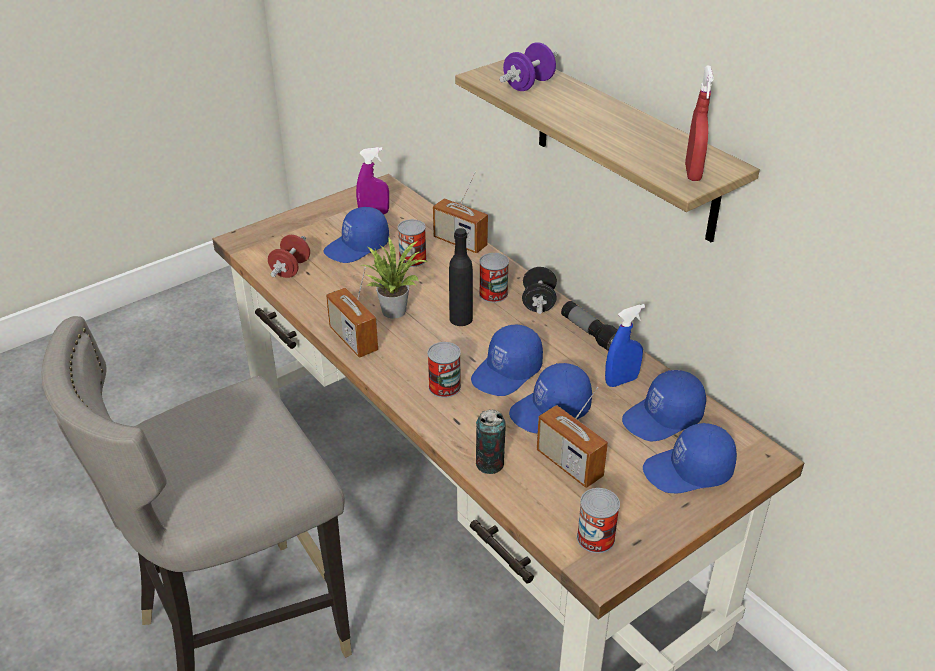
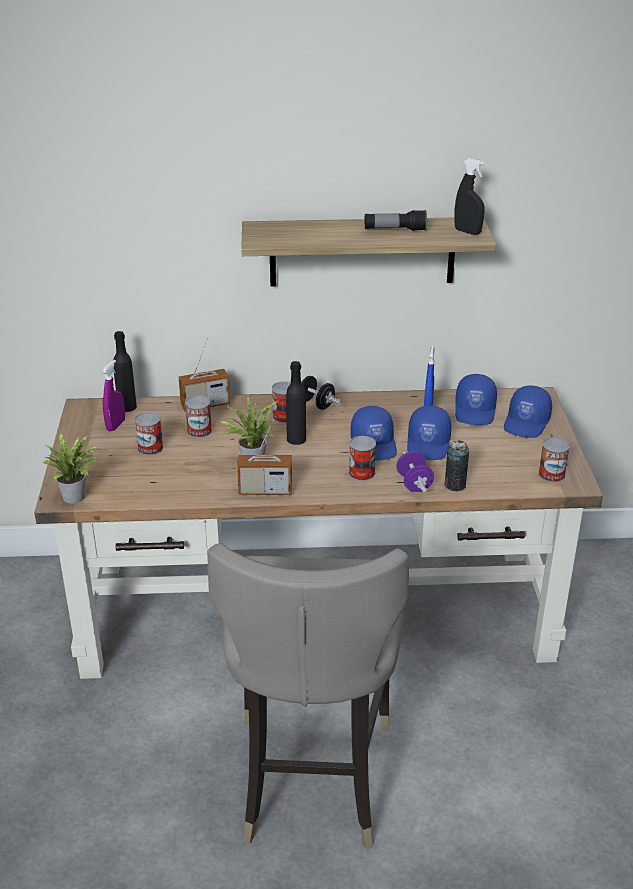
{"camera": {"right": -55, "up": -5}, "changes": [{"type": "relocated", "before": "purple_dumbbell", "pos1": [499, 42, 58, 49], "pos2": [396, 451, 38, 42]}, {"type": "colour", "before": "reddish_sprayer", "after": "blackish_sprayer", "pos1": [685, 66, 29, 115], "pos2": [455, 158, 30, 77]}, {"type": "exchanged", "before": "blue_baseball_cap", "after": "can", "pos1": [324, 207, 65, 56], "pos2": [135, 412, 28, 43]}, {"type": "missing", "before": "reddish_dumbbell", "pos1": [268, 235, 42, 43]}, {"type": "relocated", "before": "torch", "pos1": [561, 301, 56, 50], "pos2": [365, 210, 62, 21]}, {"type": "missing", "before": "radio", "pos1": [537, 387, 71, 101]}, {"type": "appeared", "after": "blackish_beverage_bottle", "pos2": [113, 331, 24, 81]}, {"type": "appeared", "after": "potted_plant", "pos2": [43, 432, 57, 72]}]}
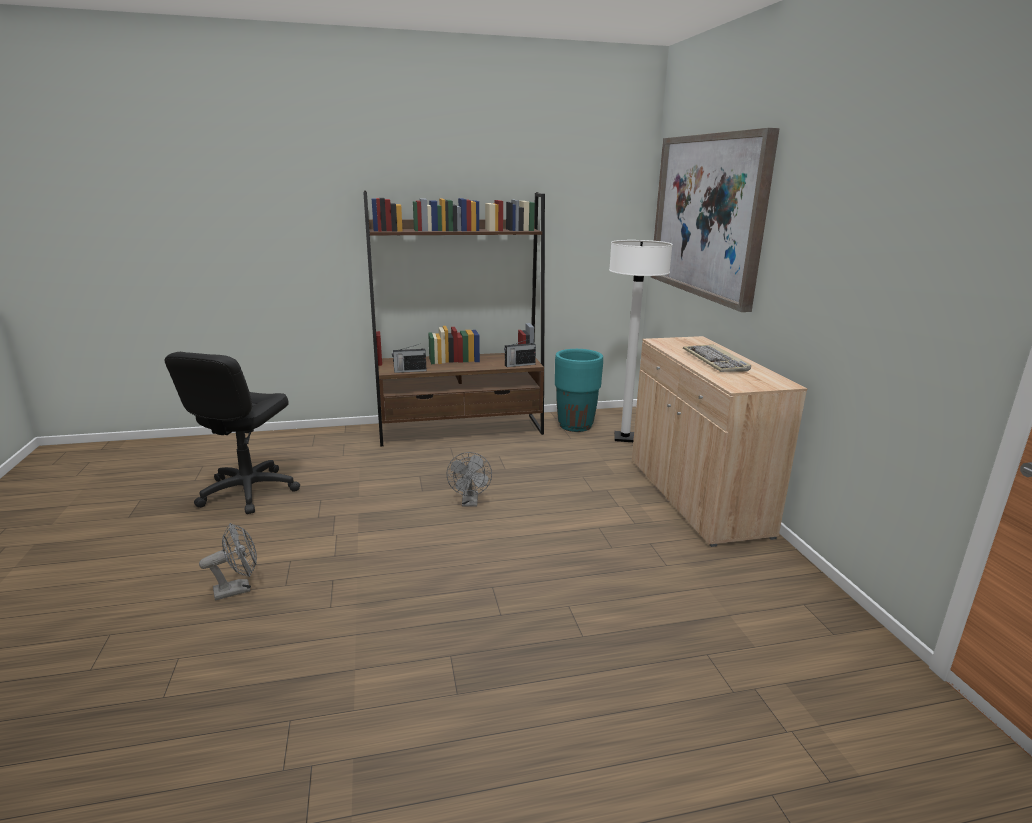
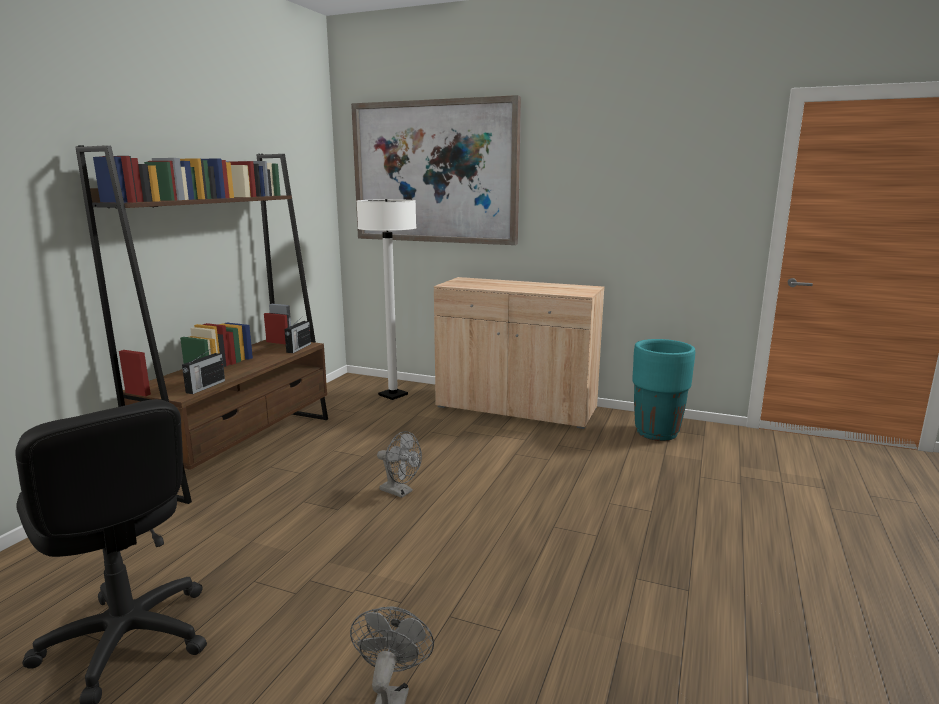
{"camera": {"right": -55, "up": -5}, "changes": [{"type": "missing", "before": "computer_keyboard", "pos1": [683, 344, 68, 28]}, {"type": "relocated", "before": "turquoise-coloured_plant_pot", "pos1": [555, 349, 48, 83], "pos2": [632, 339, 63, 102]}]}
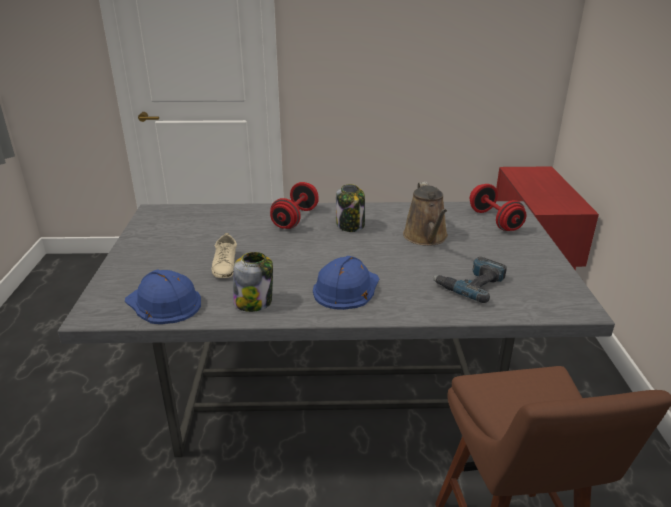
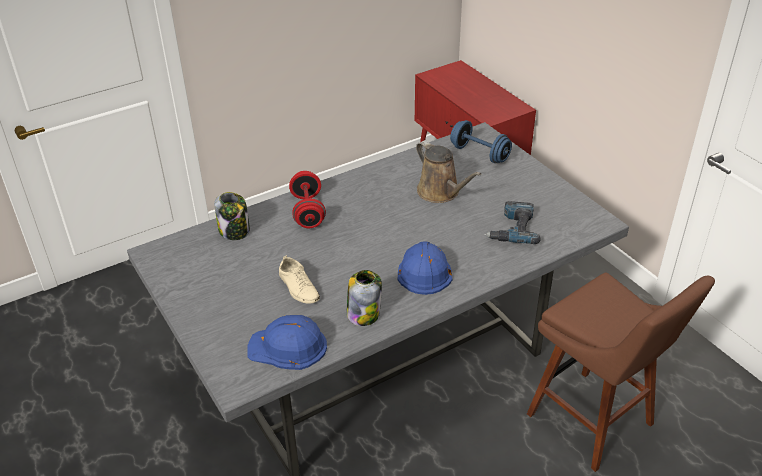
{"camera": {"right": -30, "up": 10}, "changes": [{"type": "relocated", "before": "jar", "pos1": [336, 184, 29, 48], "pos2": [214, 192, 36, 48]}, {"type": "colour", "before": "reddish_dumbbell", "after": "blue_dumbbell", "pos1": [470, 184, 56, 47], "pos2": [450, 120, 62, 43]}]}
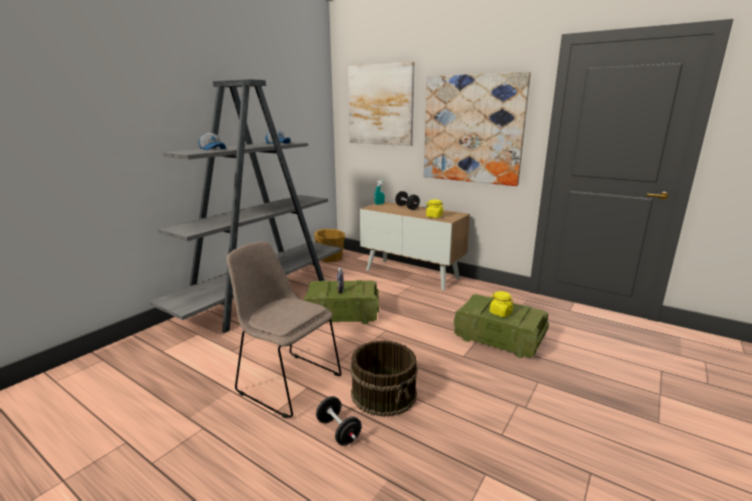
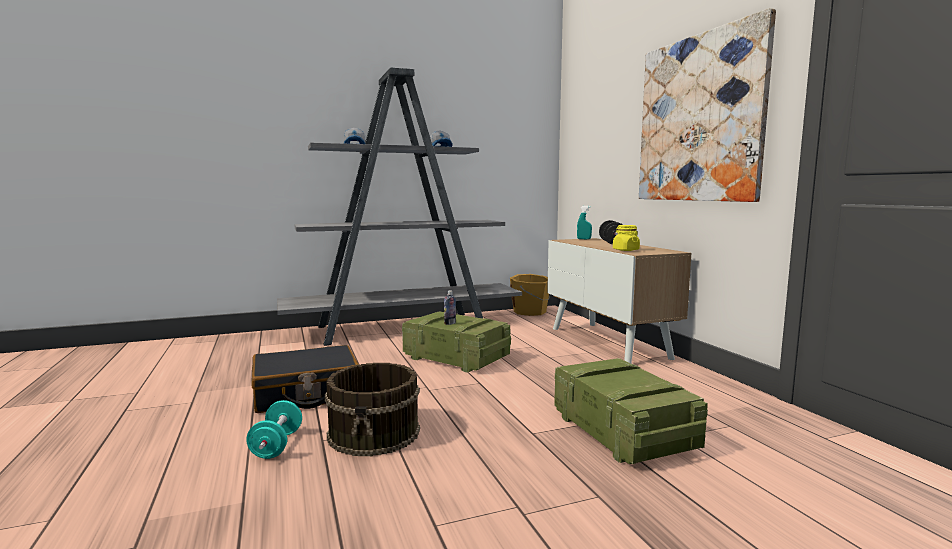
{"camera": {"right": 35, "up": -10}, "changes": [{"type": "missing", "before": "wall_art", "pos1": [348, 62, 67, 84]}, {"type": "exchanged", "before": "sand-coloured_upright_chair", "after": "blackish_travel_case", "pos1": [227, 242, 114, 176], "pos2": [252, 345, 107, 68]}, {"type": "missing", "before": "yellow_jar", "pos1": [489, 291, 24, 26]}, {"type": "colour", "before": "blackish_dumbbell", "after": "turquoise-coloured_dumbbell", "pos1": [316, 396, 46, 50], "pos2": [246, 400, 56, 59]}]}
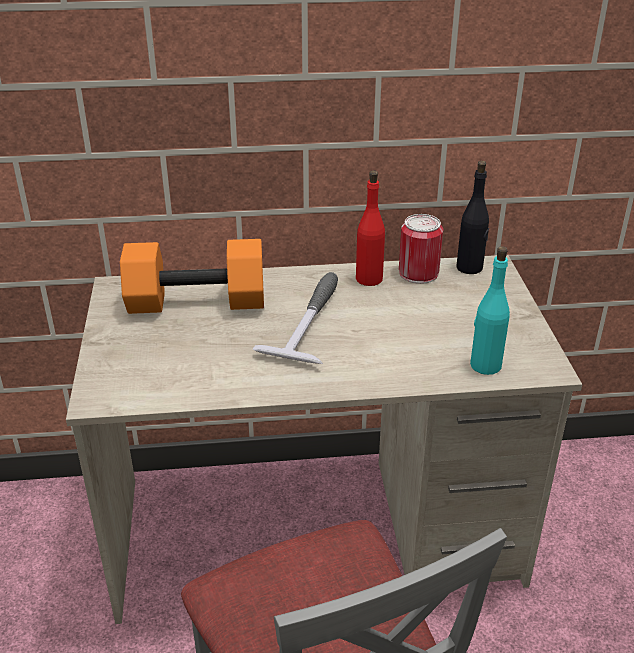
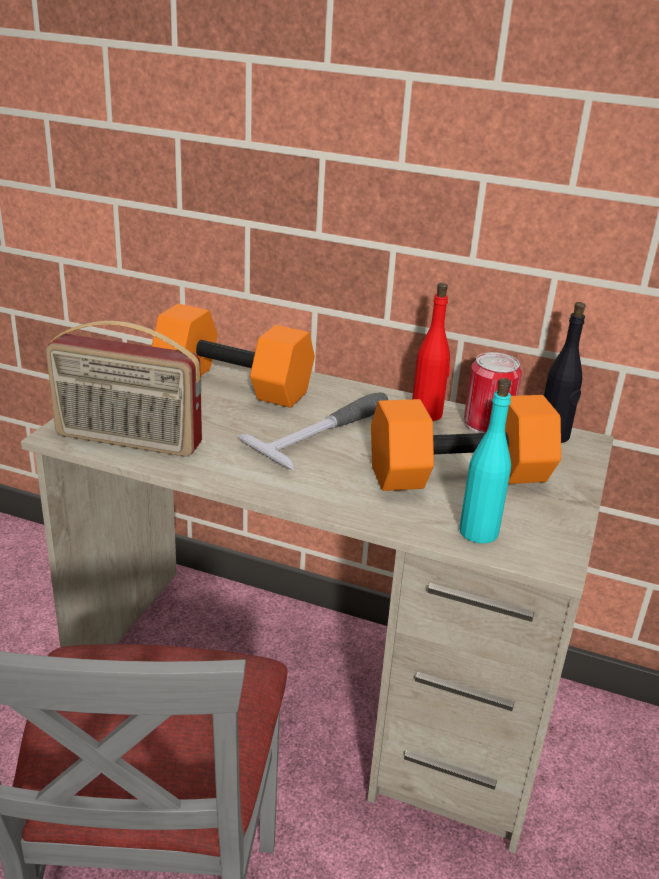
{"camera": {"right": 25, "up": -5}, "changes": [{"type": "appeared", "after": "radio", "pos2": [46, 321, 156, 136]}, {"type": "appeared", "after": "orange_dumbbell", "pos2": [371, 395, 190, 96]}]}
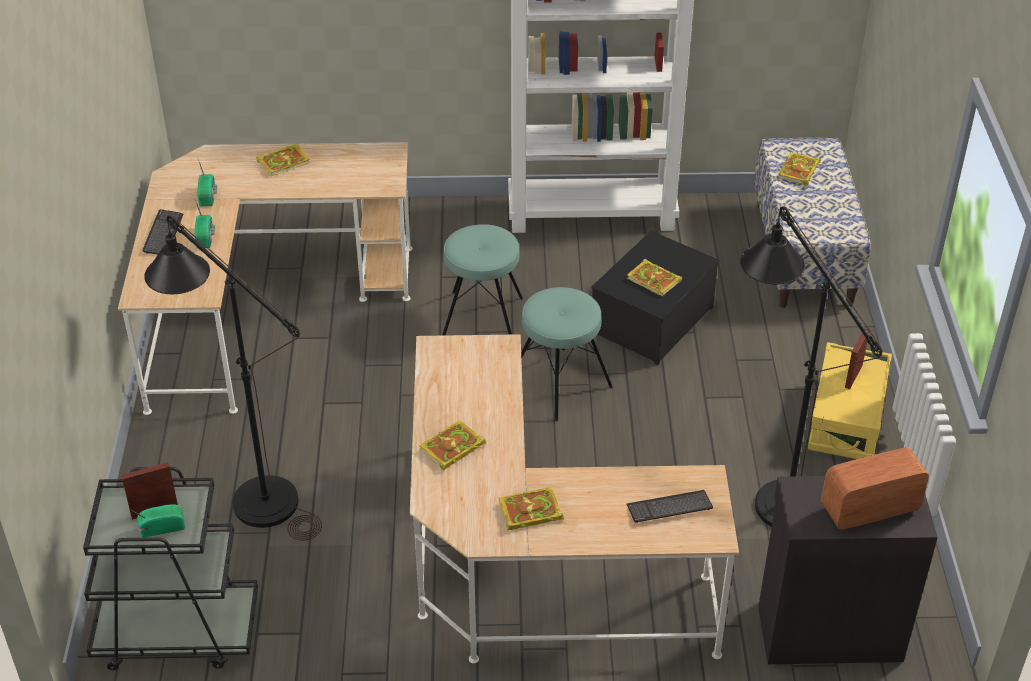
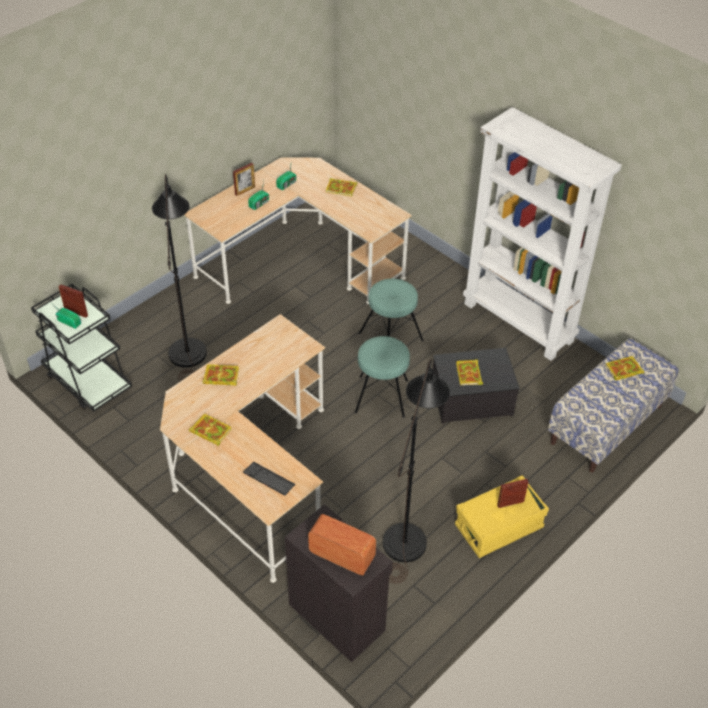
{"camera": {"right": 45, "up": 5}, "changes": [{"type": "exchanged", "before": "computer_keyboard", "after": "photo_frame", "pos1": [142, 209, 42, 46], "pos2": [233, 163, 22, 33]}]}
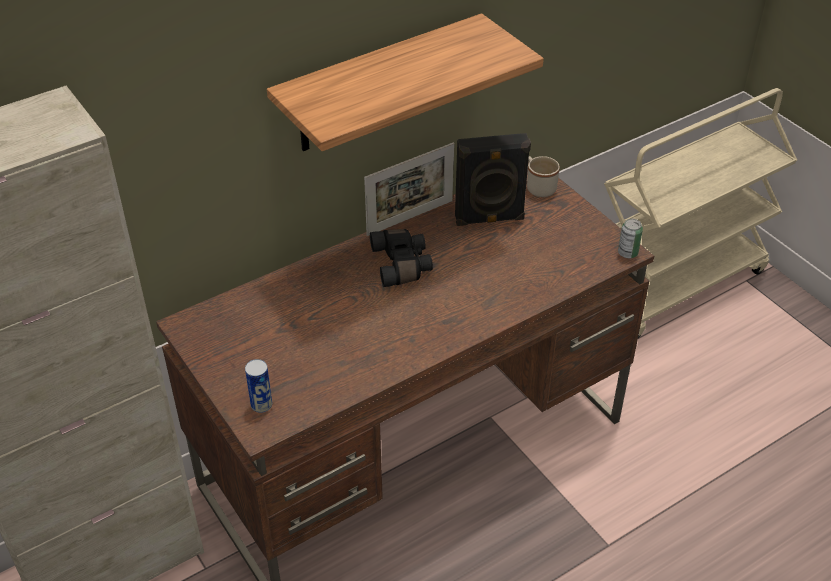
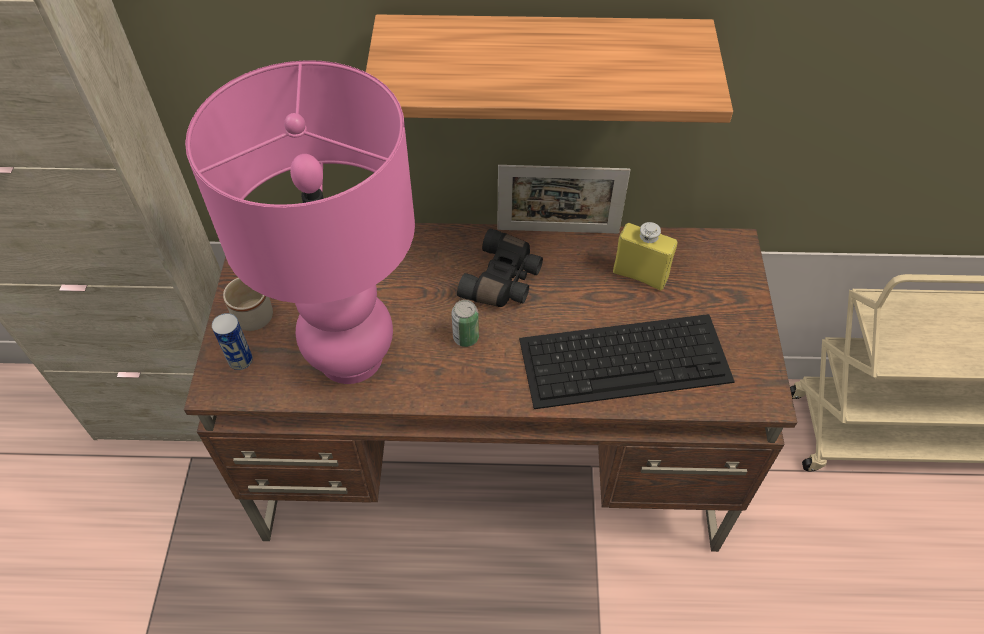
{"camera": {"right": 35, "up": 10}, "changes": [{"type": "exchanged", "before": "blackish_audio_speaker", "after": "yellow_beverage_bottle", "pos1": [455, 133, 76, 93], "pos2": [613, 222, 64, 68]}, {"type": "relocated", "before": "sand-coloured_tea_mug", "pos1": [527, 156, 33, 41], "pos2": [223, 278, 50, 53]}, {"type": "relocated", "before": "can", "pos1": [618, 219, 25, 39], "pos2": [452, 300, 27, 47]}, {"type": "appeared", "after": "pinkish_lamp_for_a_table", "pos2": [185, 60, 230, 324]}, {"type": "appeared", "after": "computer_keyboard", "pos2": [519, 314, 216, 95]}]}
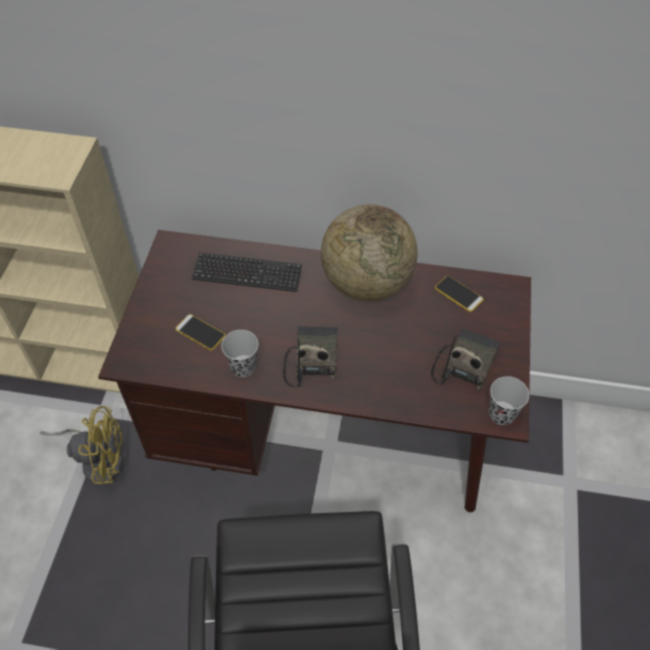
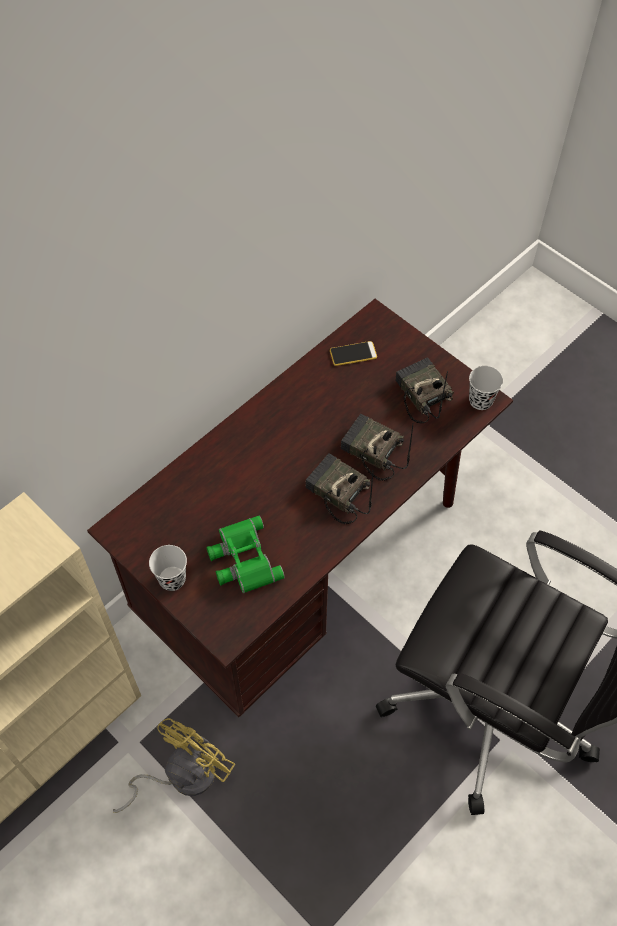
{"camera": {"right": -55, "up": 5}, "changes": [{"type": "missing", "before": "desk_globe", "pos1": [321, 204, 97, 97]}, {"type": "missing", "before": "computer_keyboard", "pos1": [192, 252, 110, 40]}, {"type": "exchanged", "before": "telephone", "after": "green_pair_of_binoculars", "pos1": [175, 314, 51, 37], "pos2": [207, 516, 78, 77]}, {"type": "relocated", "before": "blackish_drinking_cup", "pos1": [221, 330, 37, 47], "pos2": [149, 545, 38, 46]}, {"type": "appeared", "after": "radio", "pos2": [341, 414, 72, 67]}]}
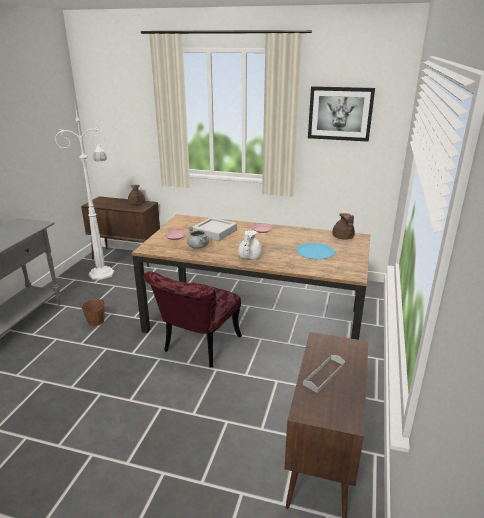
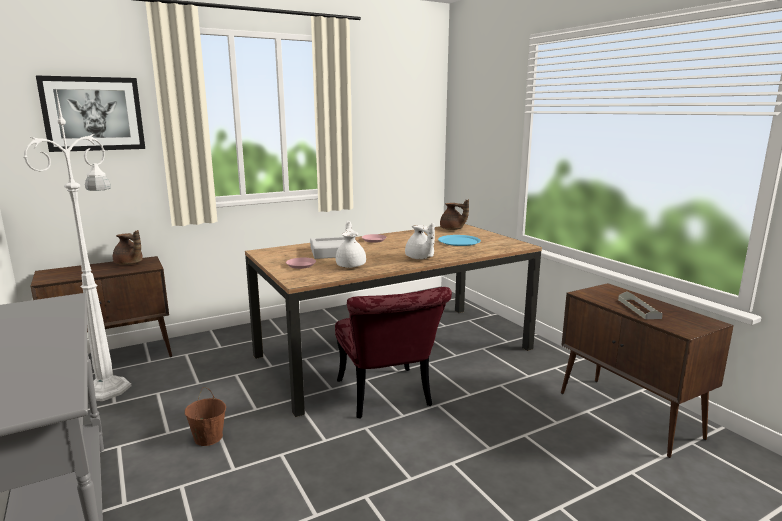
{"camera": {"right": -45, "up": -10}, "changes": [{"type": "relocated", "before": "wall_art", "pos1": [308, 86, 67, 56], "pos2": [36, 76, 109, 76]}, {"type": "exchanged", "before": "gray_stockpot", "after": "white-coloured_tea_pot", "pos1": [187, 226, 22, 23], "pos2": [336, 221, 30, 47]}]}
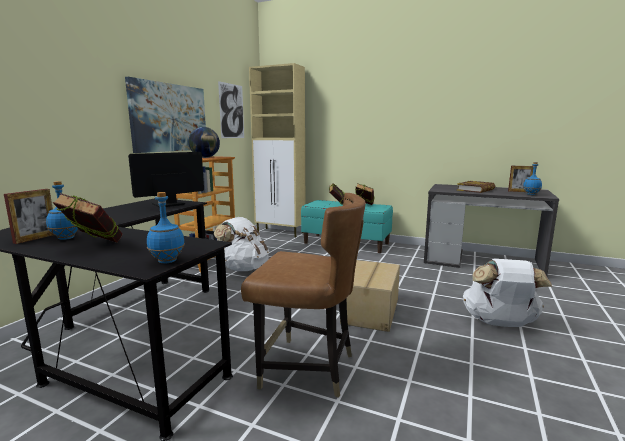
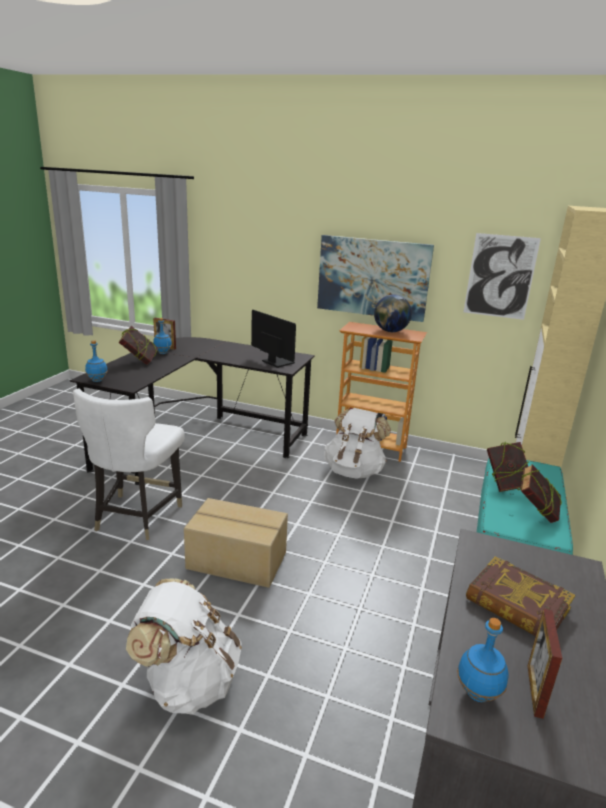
{"camera": {"right": 85, "up": 10}, "changes": [{"type": "colour", "before": "brownish_upright_chair", "after": "white-coloured_upright_chair", "pos1": [241, 193, 125, 204], "pos2": [73, 389, 112, 151]}]}
